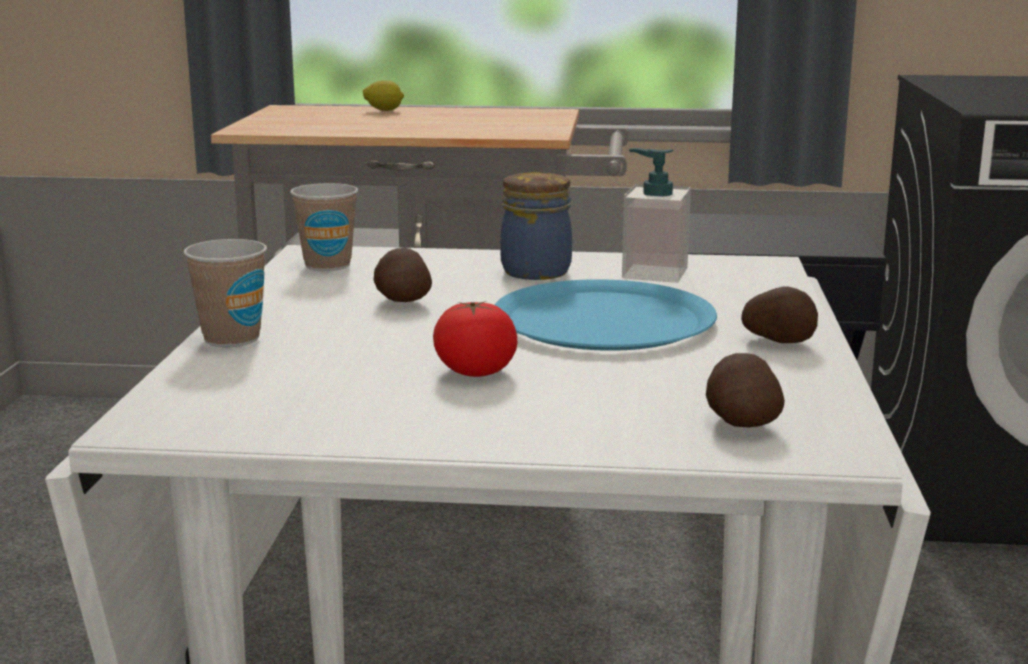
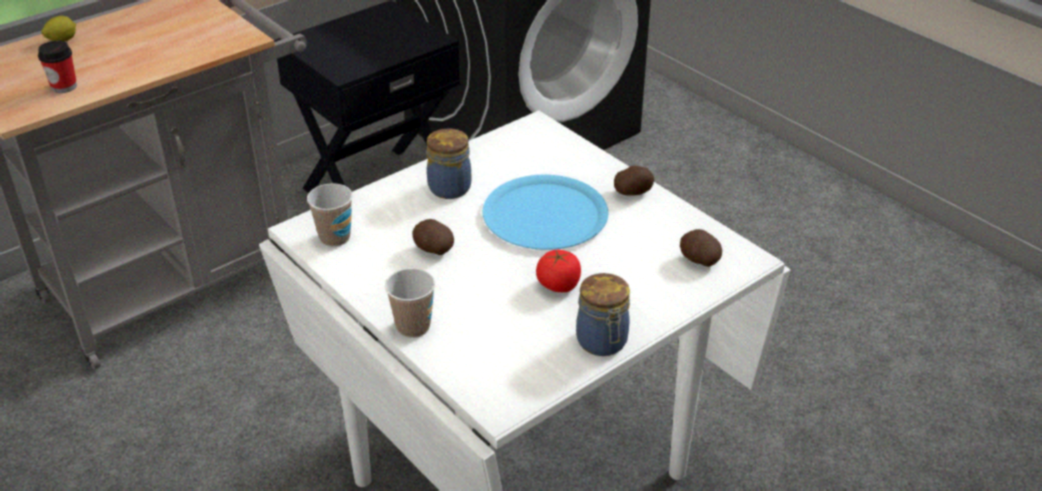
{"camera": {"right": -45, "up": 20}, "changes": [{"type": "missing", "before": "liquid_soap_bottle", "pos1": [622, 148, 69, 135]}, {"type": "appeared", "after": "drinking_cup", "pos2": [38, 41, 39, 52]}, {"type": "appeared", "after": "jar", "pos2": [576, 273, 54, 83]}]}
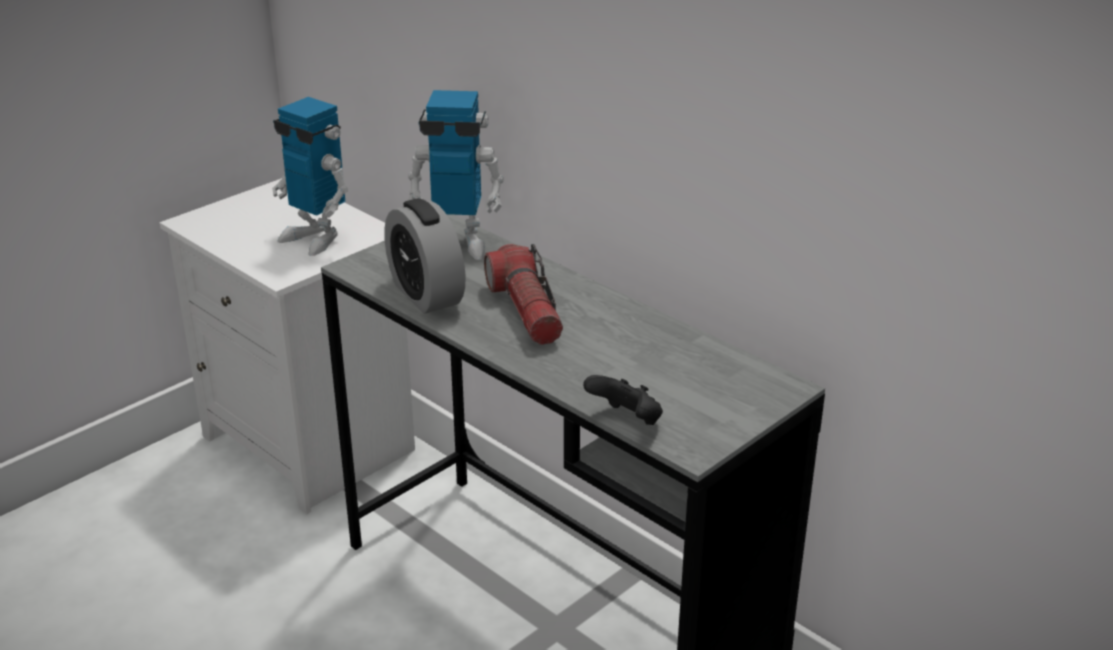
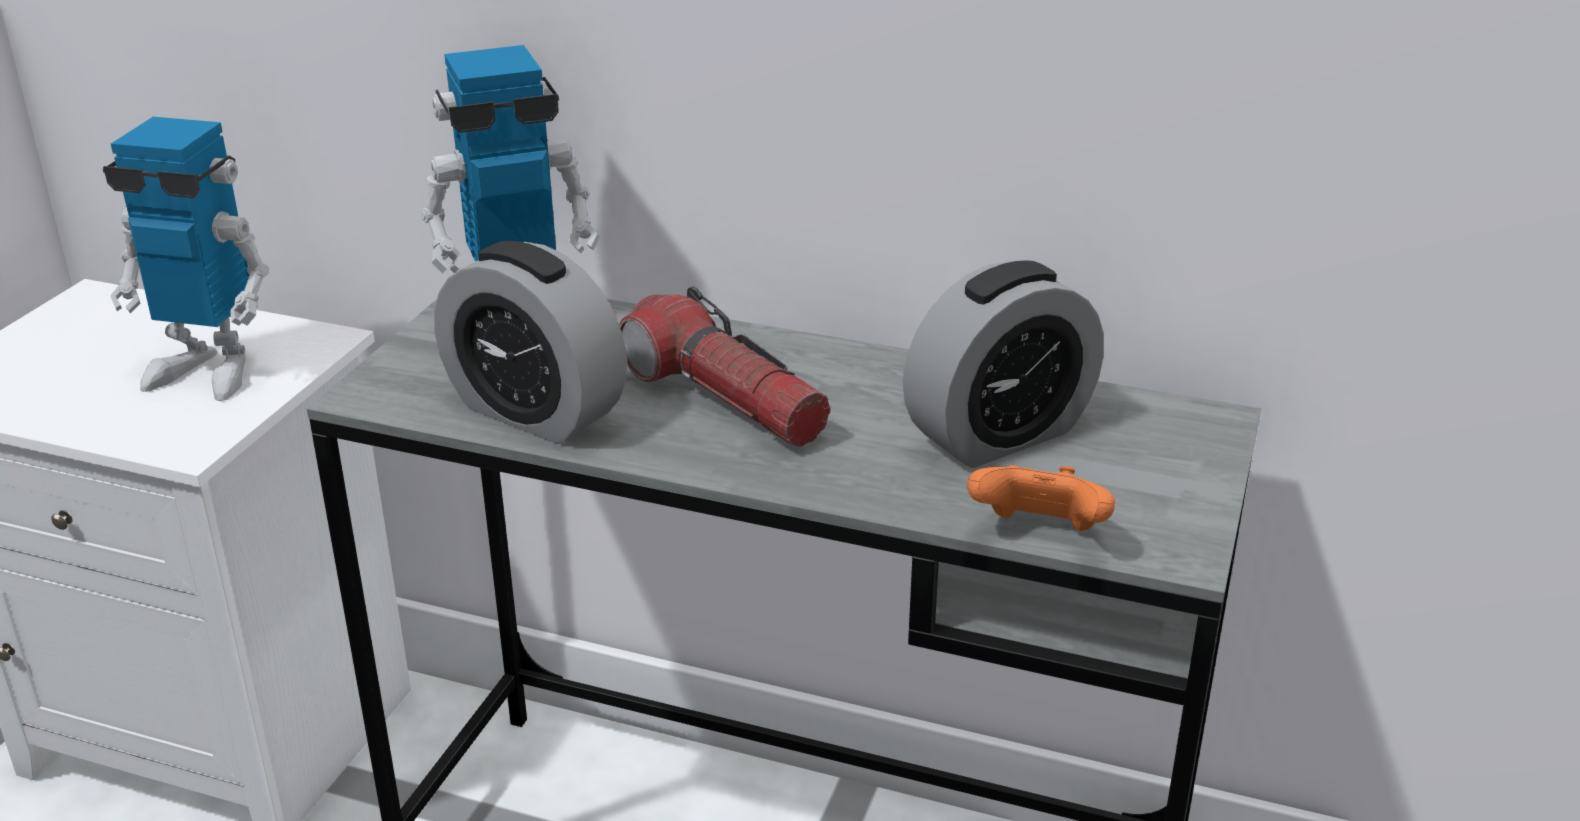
{"camera": {"right": -25, "up": 0}, "changes": [{"type": "colour", "before": "blackish_game_controller", "after": "orange_game_controller", "pos1": [583, 375, 80, 50], "pos2": [967, 465, 148, 66]}, {"type": "appeared", "after": "table_clock", "pos2": [903, 260, 201, 208]}]}
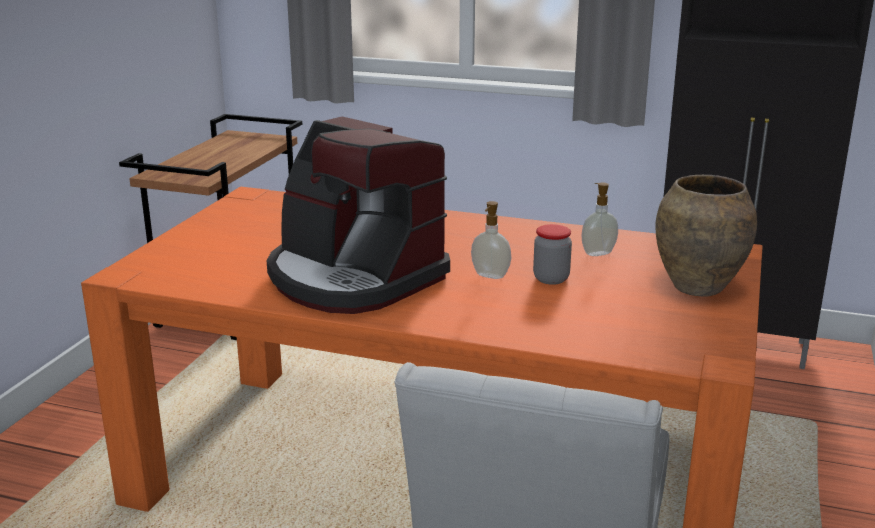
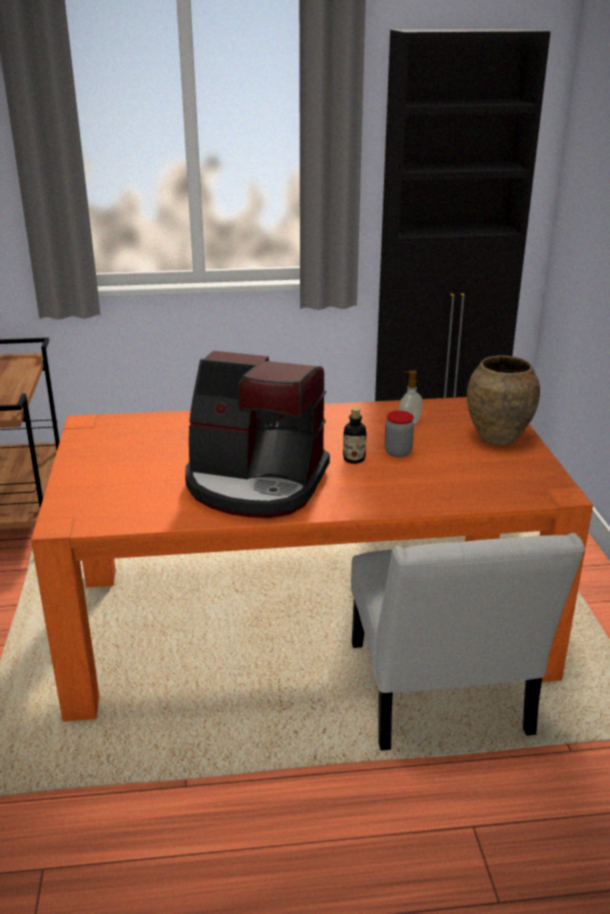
{"camera": {"right": -25, "up": 5}, "changes": [{"type": "exchanged", "before": "liquid_soap_bottle", "after": "beverage_bottle", "pos1": [471, 201, 40, 78], "pos2": [343, 407, 23, 57]}]}
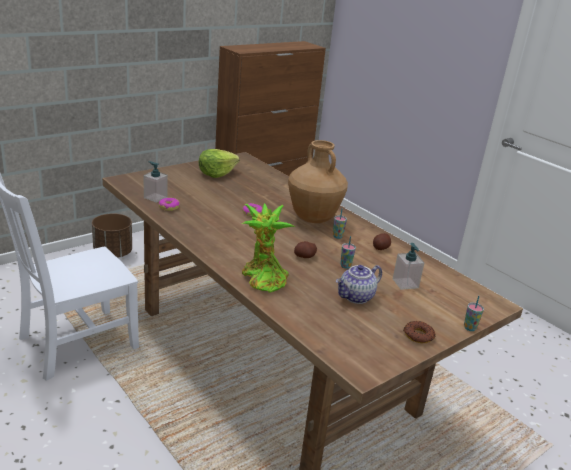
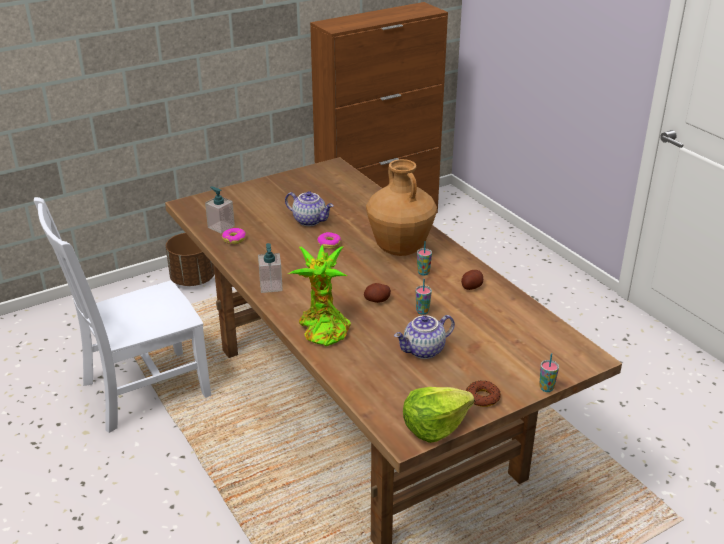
{"camera": {"right": 10, "up": 5}, "changes": [{"type": "relocated", "before": "lettuce_head", "pos1": [199, 149, 41, 29], "pos2": [403, 387, 72, 56]}, {"type": "relocated", "before": "liquid_soap_bottle", "pos1": [393, 243, 31, 47], "pos2": [258, 243, 25, 50]}, {"type": "appeared", "after": "tea_pot", "pos2": [285, 191, 49, 35]}]}
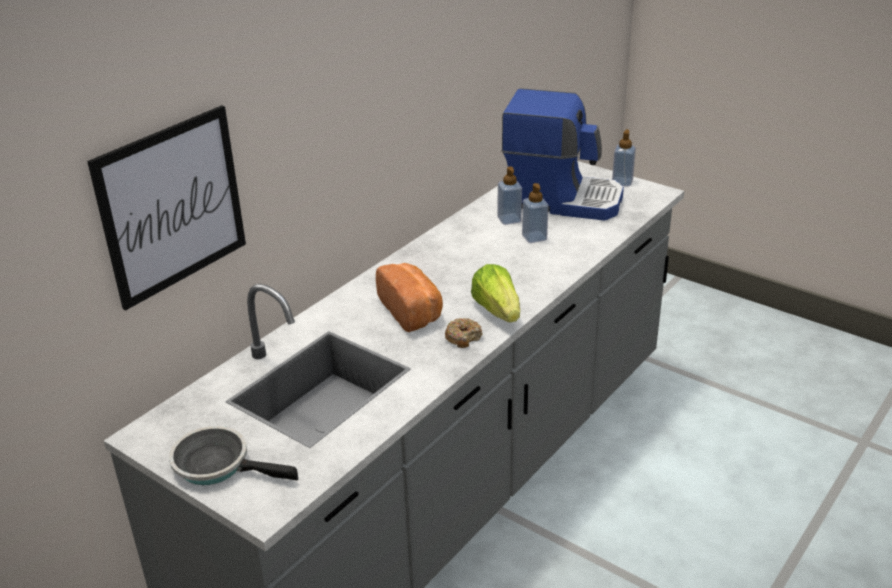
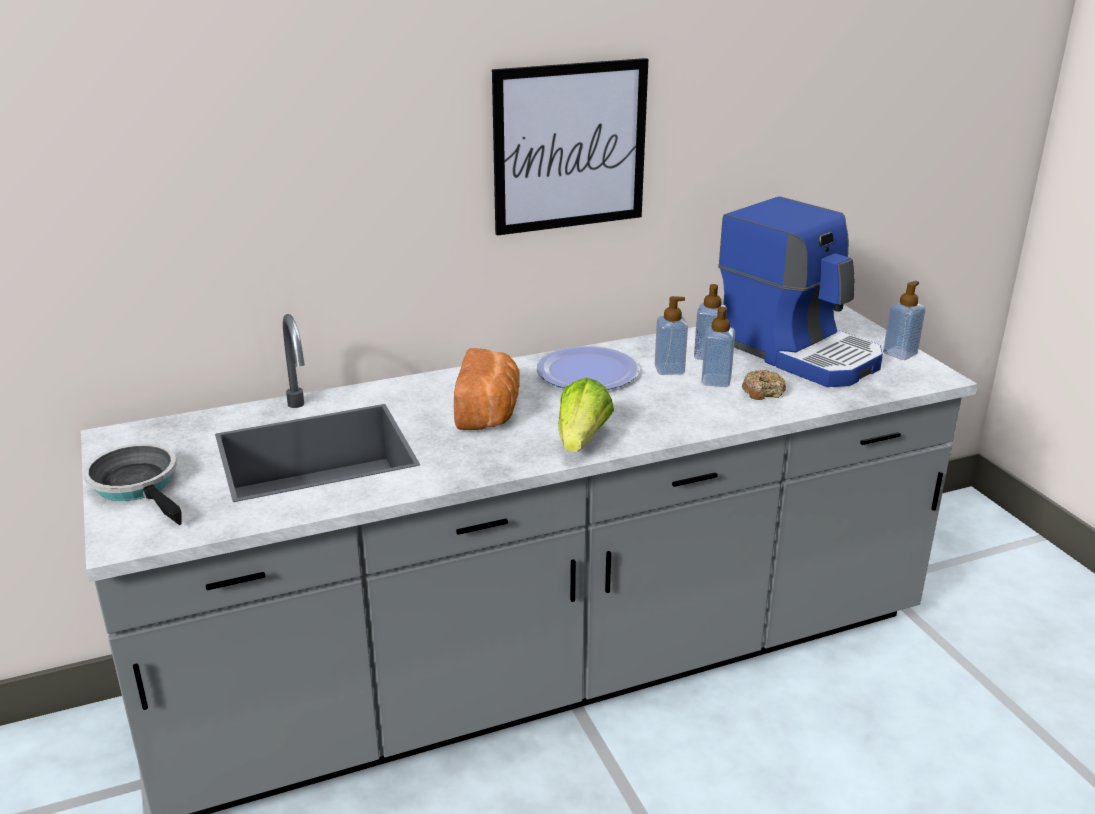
{"camera": {"right": 30, "up": -5}, "changes": [{"type": "relocated", "before": "wall_art", "pos1": [87, 105, 159, 205], "pos2": [492, 58, 156, 178]}, {"type": "relocated", "before": "ring_doughnut", "pos1": [445, 318, 37, 30], "pos2": [742, 370, 44, 30]}, {"type": "appeared", "after": "liquid_soap_bottle", "pos2": [655, 296, 33, 79]}, {"type": "appeared", "after": "plate", "pos2": [537, 346, 102, 44]}]}
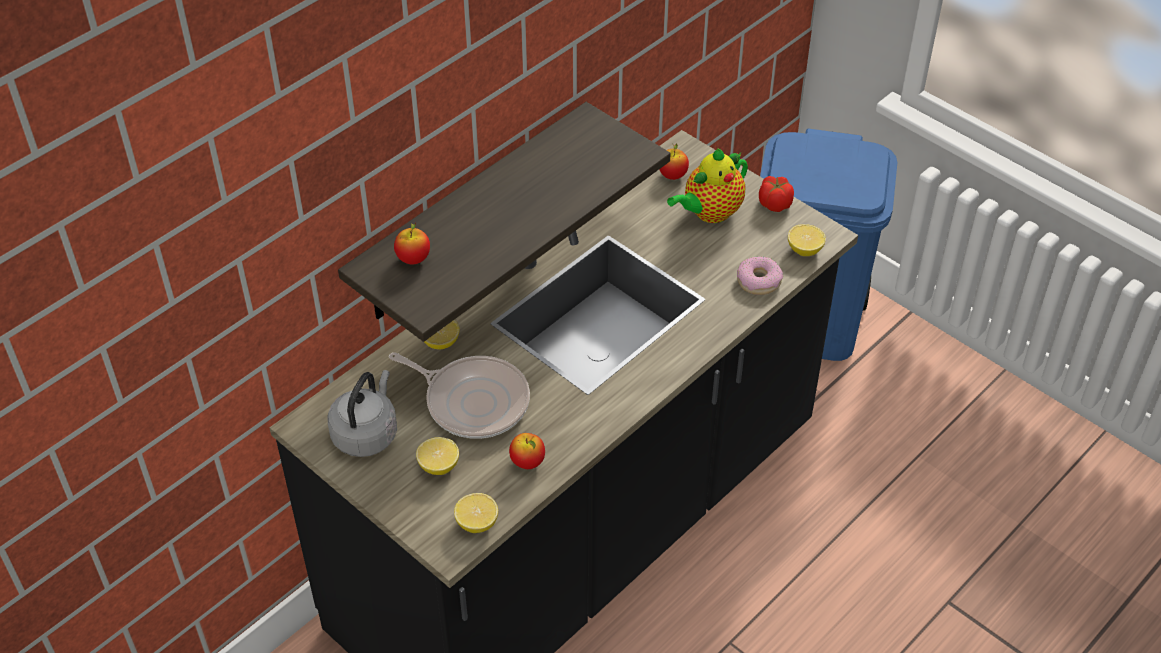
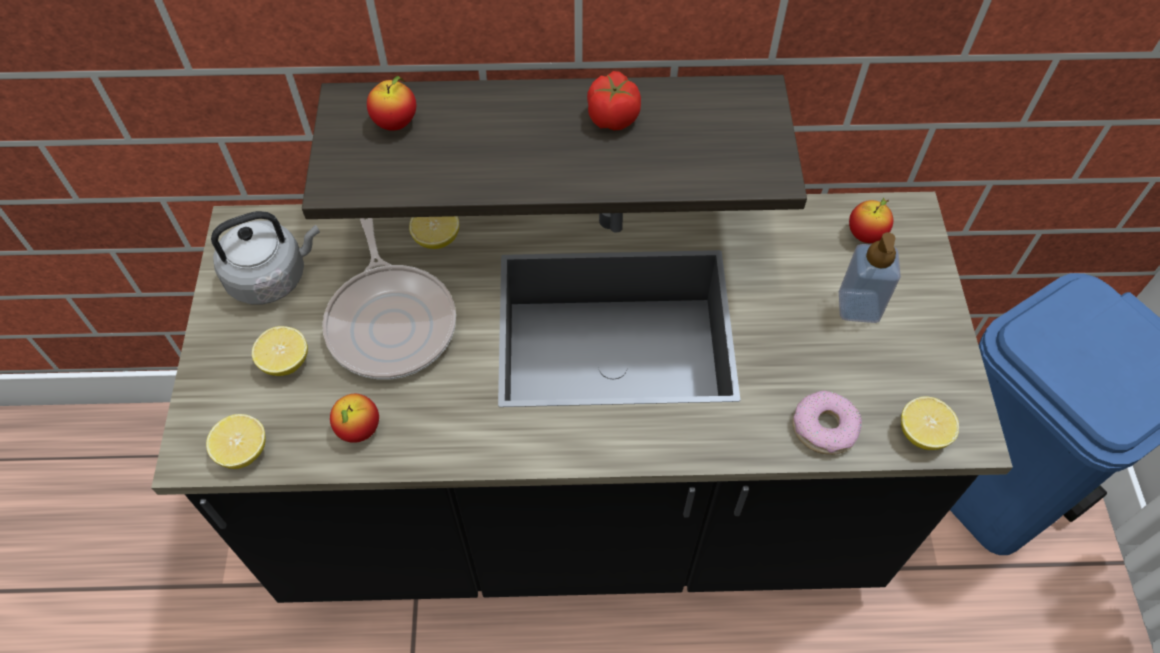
{"camera": {"right": 45, "up": 10}, "changes": [{"type": "exchanged", "before": "tea_pot", "after": "liquid_soap_bottle", "pos1": [667, 148, 81, 75], "pos2": [839, 232, 62, 91]}, {"type": "relocated", "before": "fresh_tomato", "pos1": [759, 176, 35, 36], "pos2": [587, 71, 54, 60]}]}
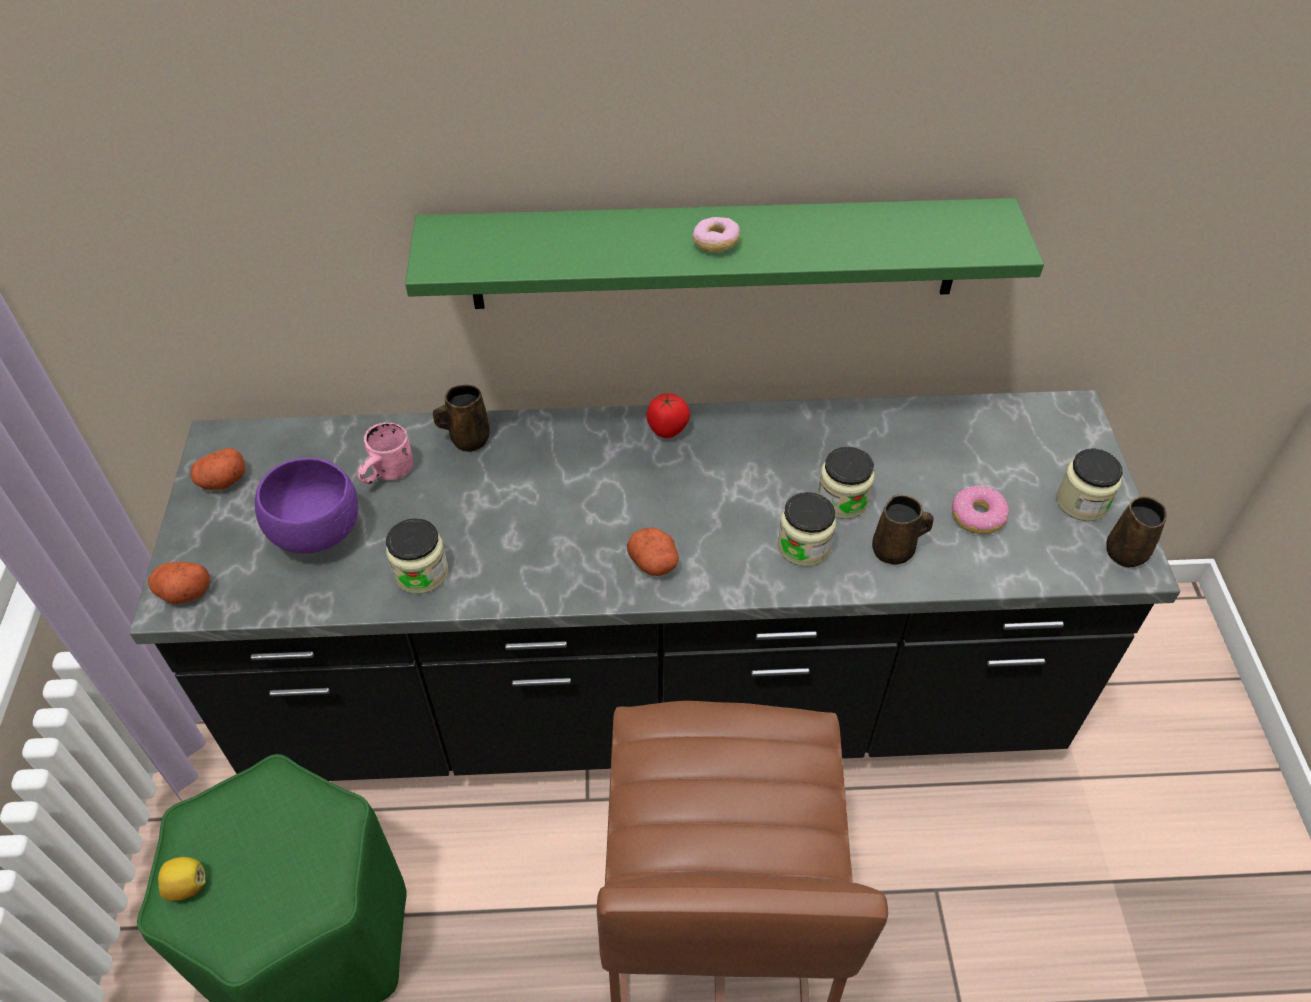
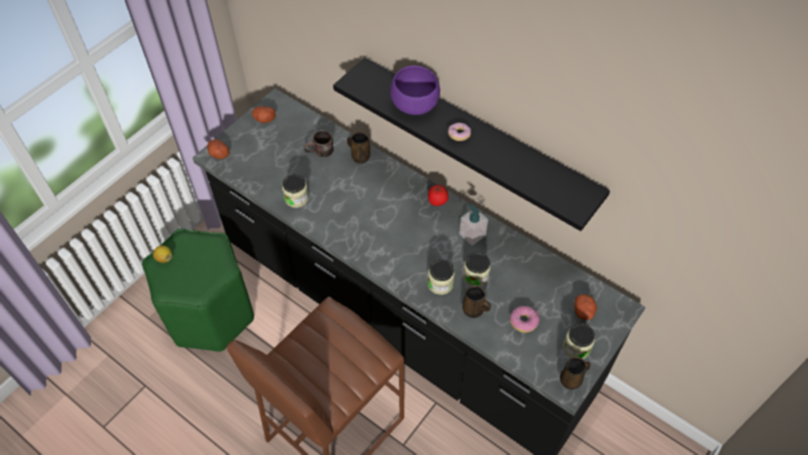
{"camera": {"right": 40, "up": 5}, "changes": [{"type": "colour", "before": "green_shelf", "after": "blackish_shelf", "pos1": [405, 198, 639, 111], "pos2": [333, 57, 277, 174]}, {"type": "colour", "before": "pinkish_tea_mug", "after": "brownish_tea_mug", "pos1": [358, 422, 55, 62], "pos2": [303, 130, 30, 27]}, {"type": "relocated", "before": "purple_serving_bowl", "pos1": [255, 458, 103, 95], "pos2": [390, 66, 50, 49]}, {"type": "relocated", "before": "spud", "pos1": [627, 528, 52, 48], "pos2": [575, 294, 22, 26]}, {"type": "appeared", "after": "liquid_soap_bottle", "pos2": [459, 203, 29, 43]}]}
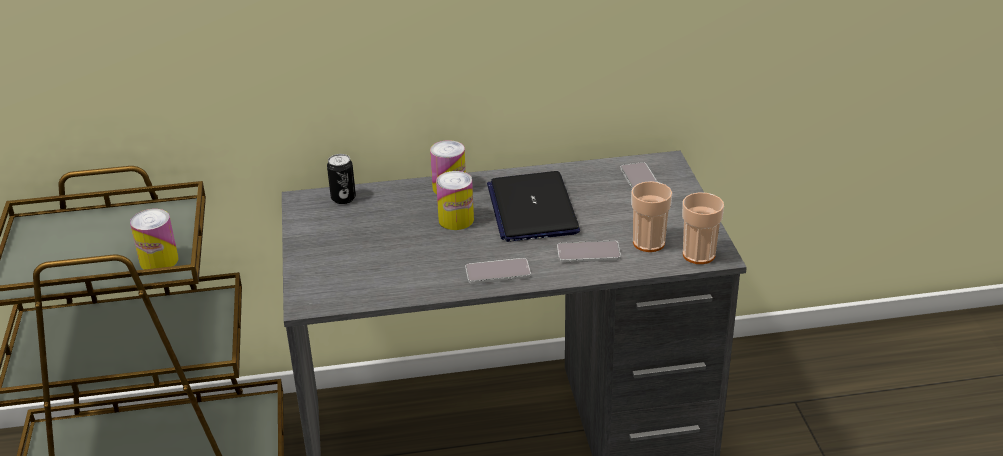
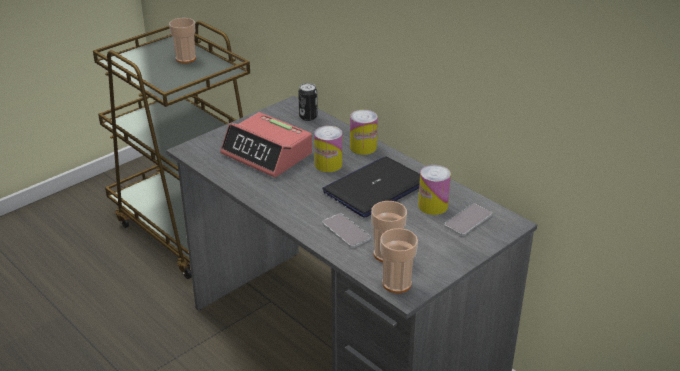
{"camera": {"right": 55, "up": 0}, "changes": [{"type": "relocated", "before": "can", "pos1": [130, 209, 48, 61], "pos2": [418, 165, 33, 50]}, {"type": "missing", "before": "telephone", "pos1": [465, 258, 66, 26]}, {"type": "appeared", "after": "drinking_cup", "pos2": [169, 18, 27, 45]}, {"type": "appeared", "after": "table_clock", "pos2": [220, 112, 92, 65]}]}
